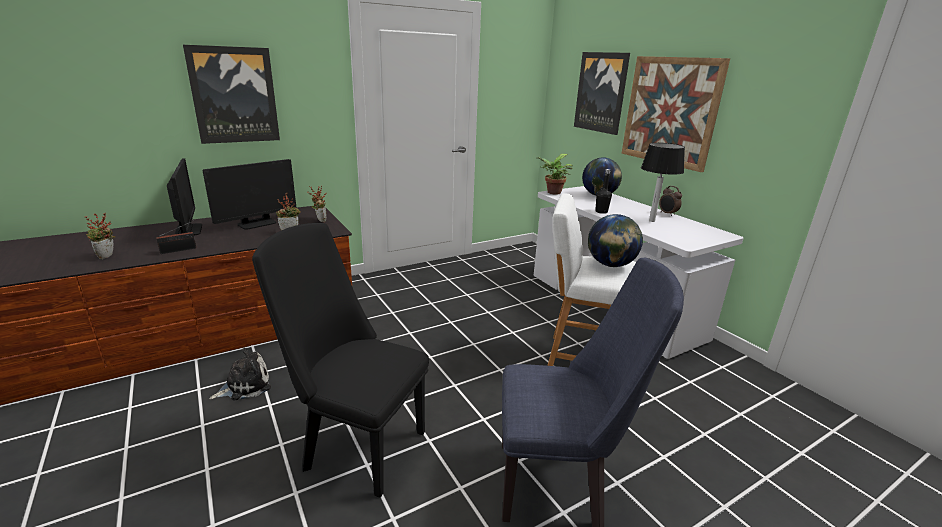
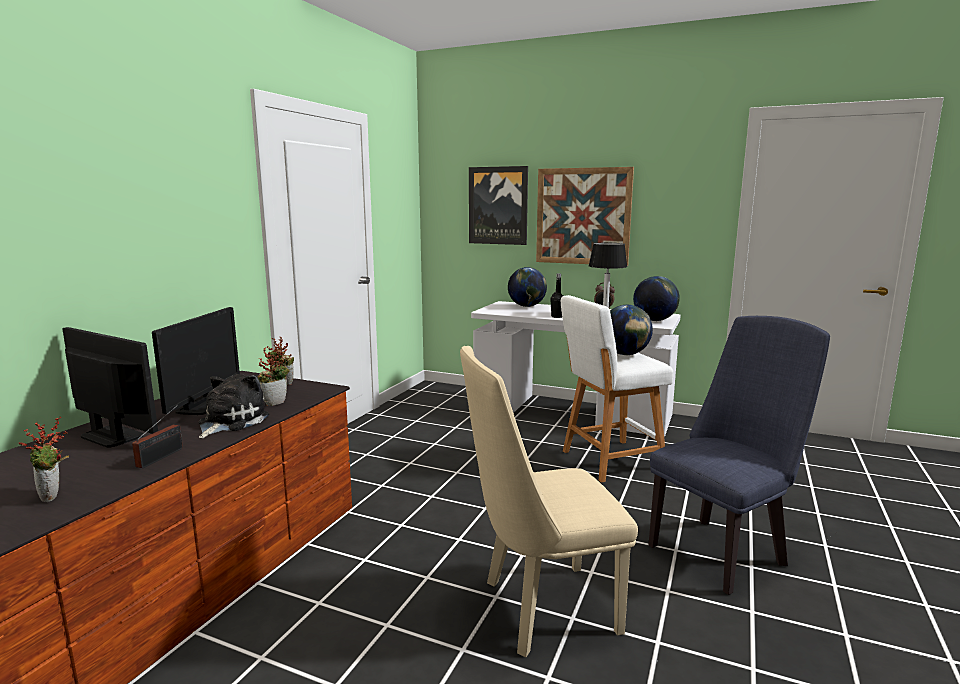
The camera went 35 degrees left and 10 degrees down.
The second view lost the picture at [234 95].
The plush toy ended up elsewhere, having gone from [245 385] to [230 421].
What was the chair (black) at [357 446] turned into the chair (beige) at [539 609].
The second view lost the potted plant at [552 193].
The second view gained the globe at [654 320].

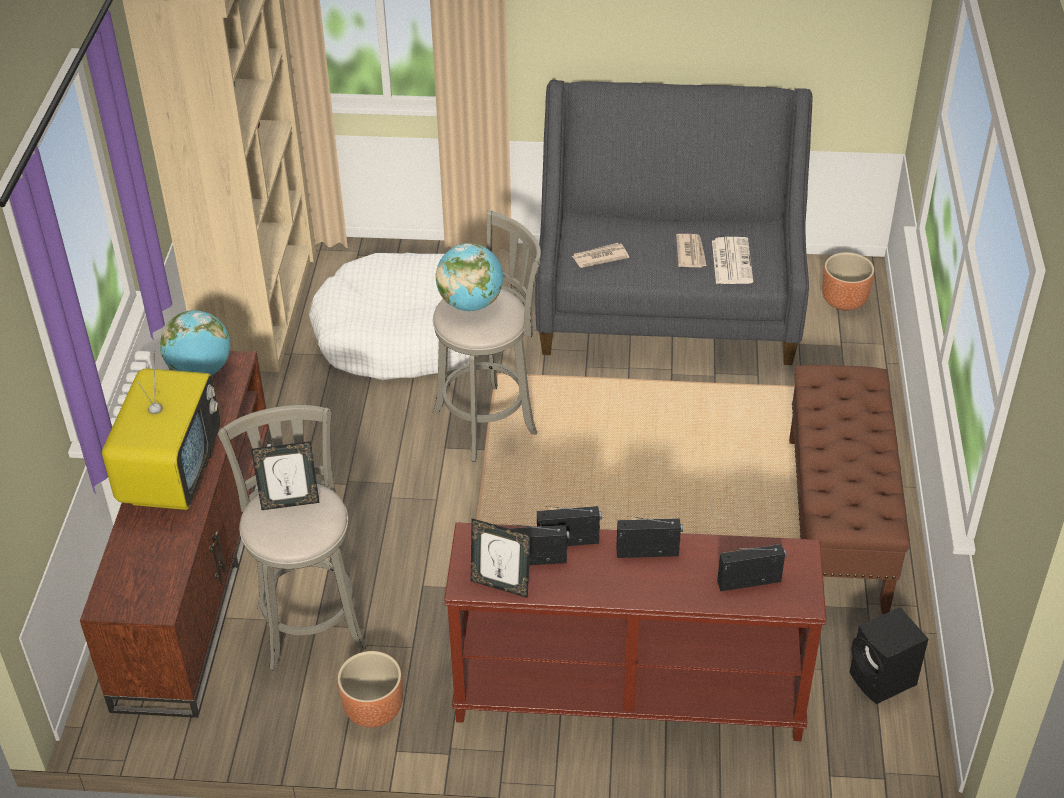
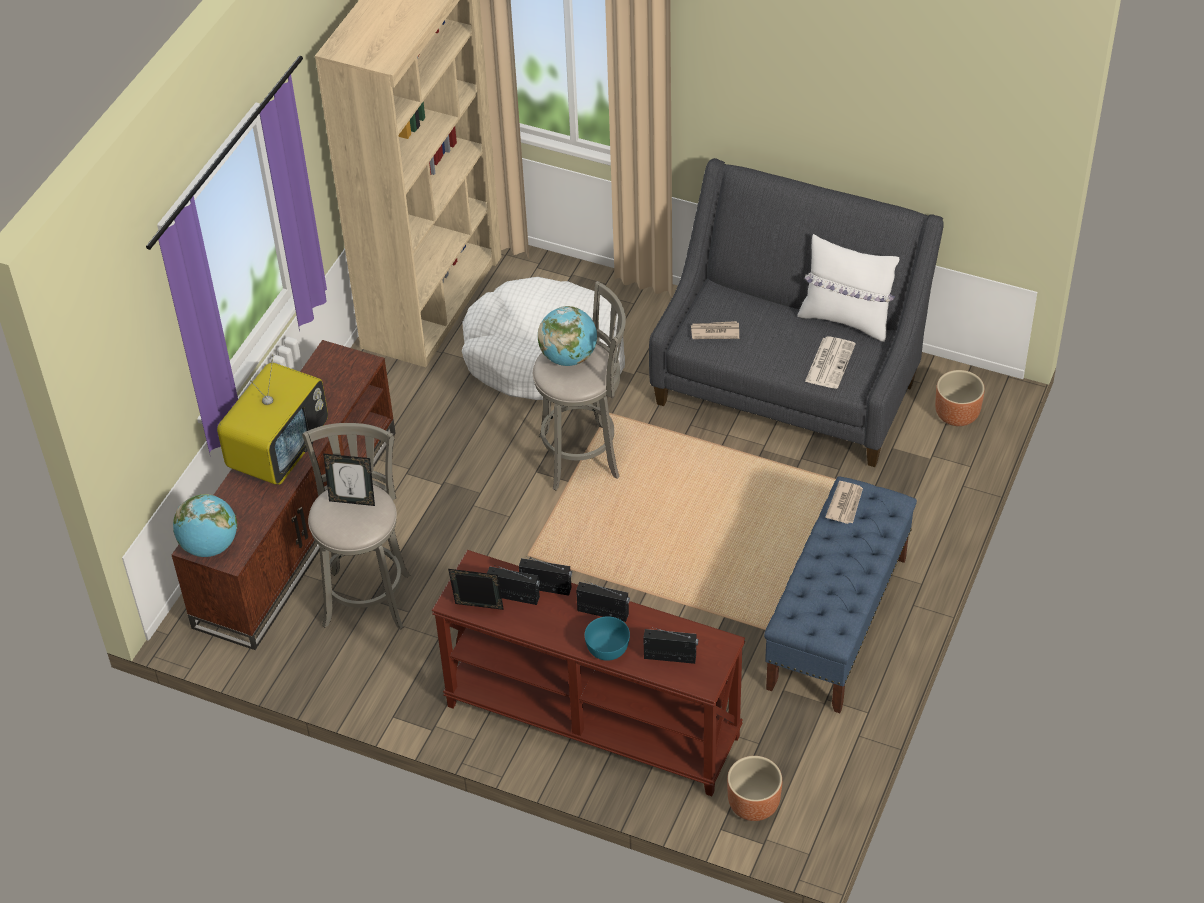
The camera went 20 degrees right and 5 degrees up.
The globe ended up elsewhere, having gone from [201 371] to [210 546].
The planter (brown) ended up elsewhere, having gone from [373 709] to [753 804].
The picture frame at [500 585] ended up facing another way, 150 degrees clockwise from before.
The newspaper ended up elsewhere, having gone from [690 252] to [845 504].
What was the bench (brown) at [836 523] turned into the bench (blue) at [837 623].
The second view lost the speaker (black) at [883 680].
The second view gained the bowl (turquoise) at [607 648].
The second view gained the pillow (white) at [846 320].

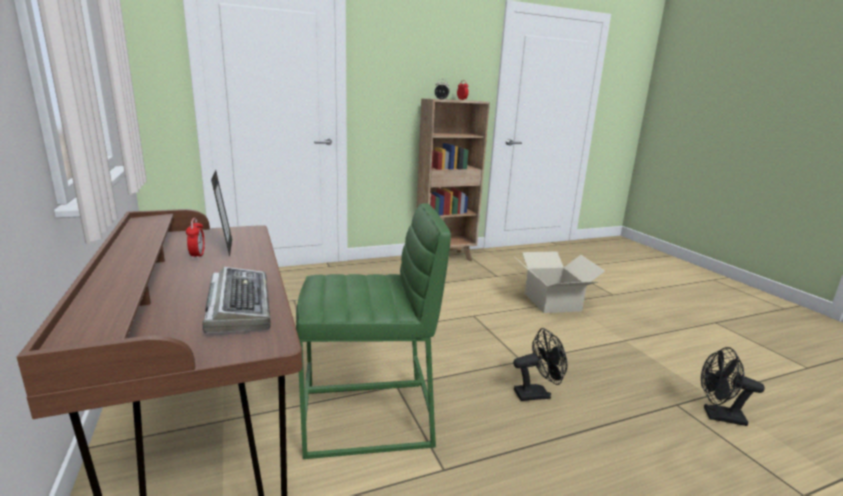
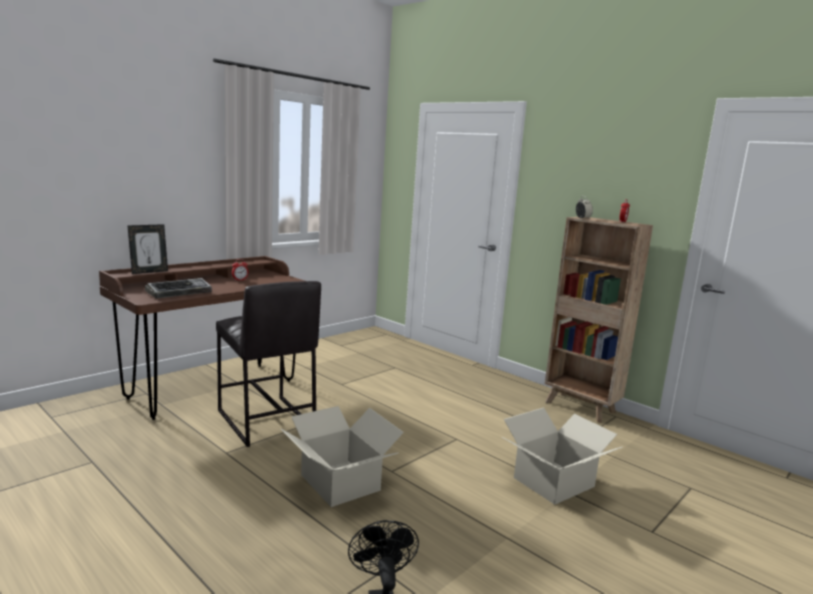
The camera went 65 degrees right and 5 degrees down.
The picture frame ended up elsewhere, having gone from [226 248] to [149 272].
What was the stool (green) at [368 418] turned into the stool (grey) at [265 421].
Where the fan (black) stood at [537 394], the cardboard box came to stand at [340 482].

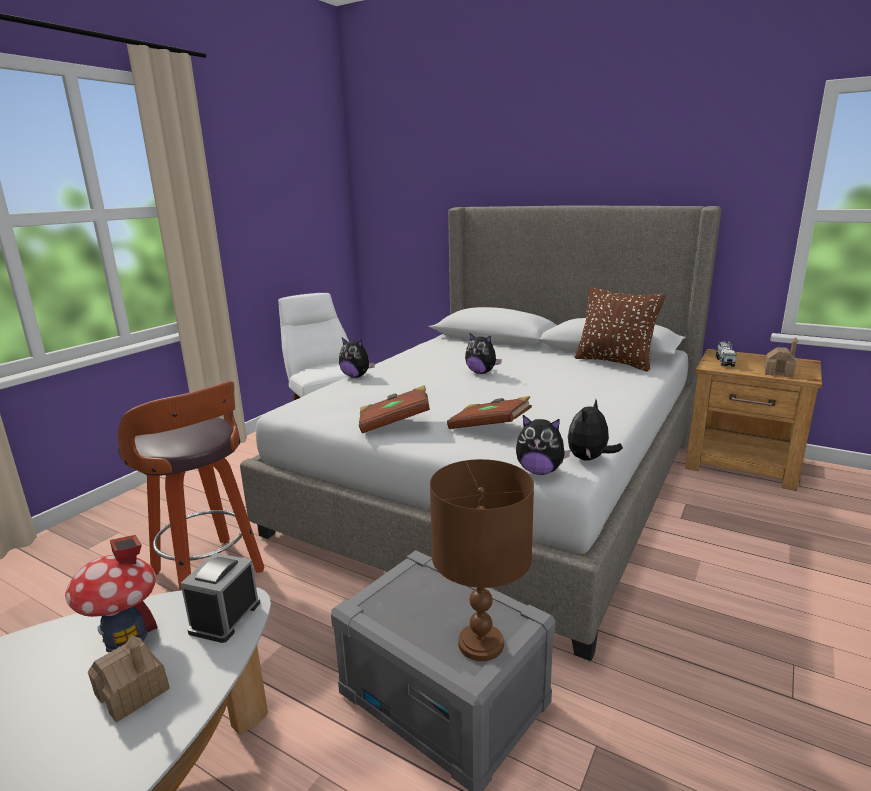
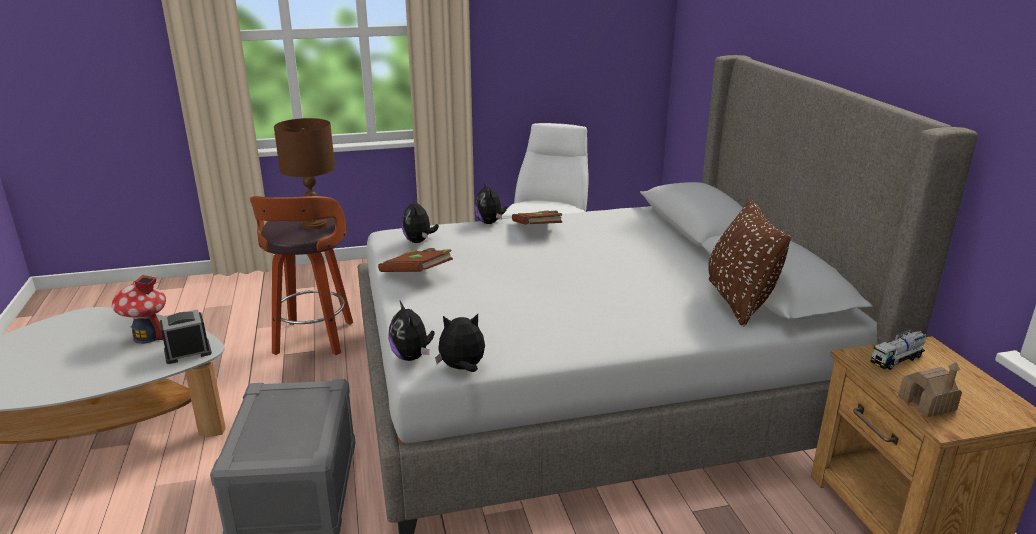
The camera went 45 degrees right and 5 degrees up.
The second view lost the toy house at [132 692].
The table lamp (brown) ended up elsewhere, having gone from [482 643] to [314 224].
The book (brown) ended up elsewhere, having gone from [489 428] to [537 229].
The plush toy ended up elsewhere, having gone from [481 372] to [419 241].

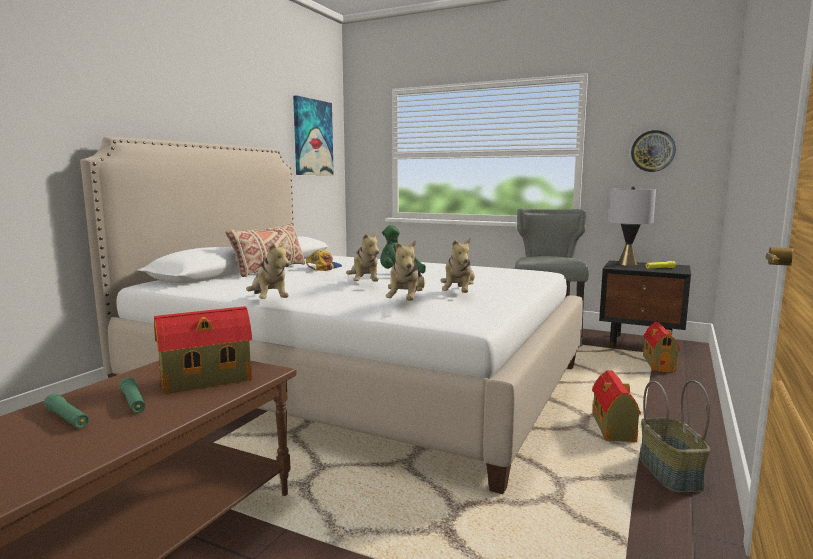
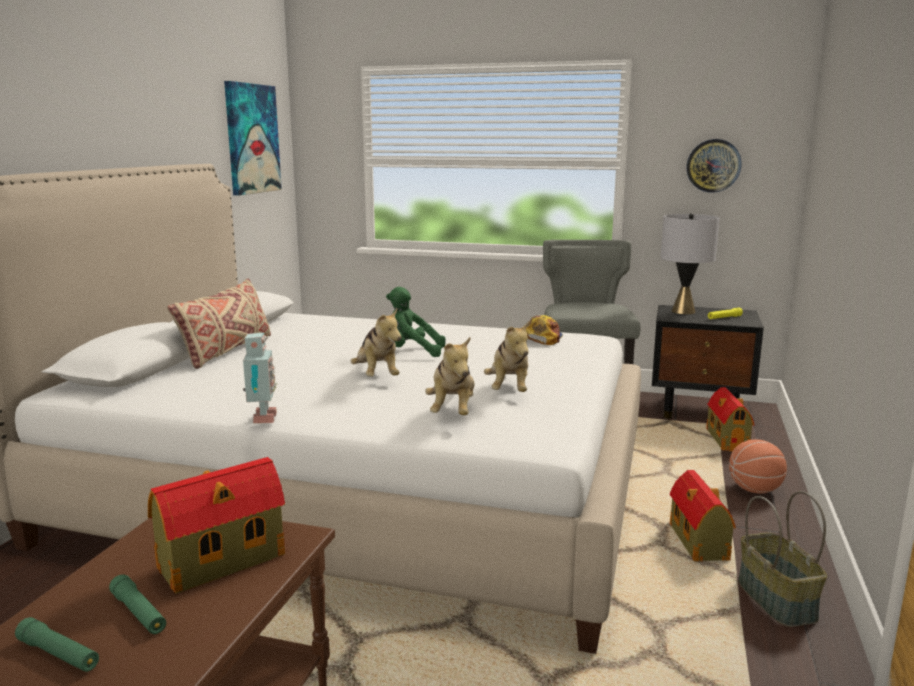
The camera went 10 degrees left and 5 degrees up.
Where the plush toy stood at [269 301], the toy robot came to stand at [262 419].
The cap ended up elsewhere, having gone from [323 268] to [542 338].
The second view gained the basketball at [755 490].

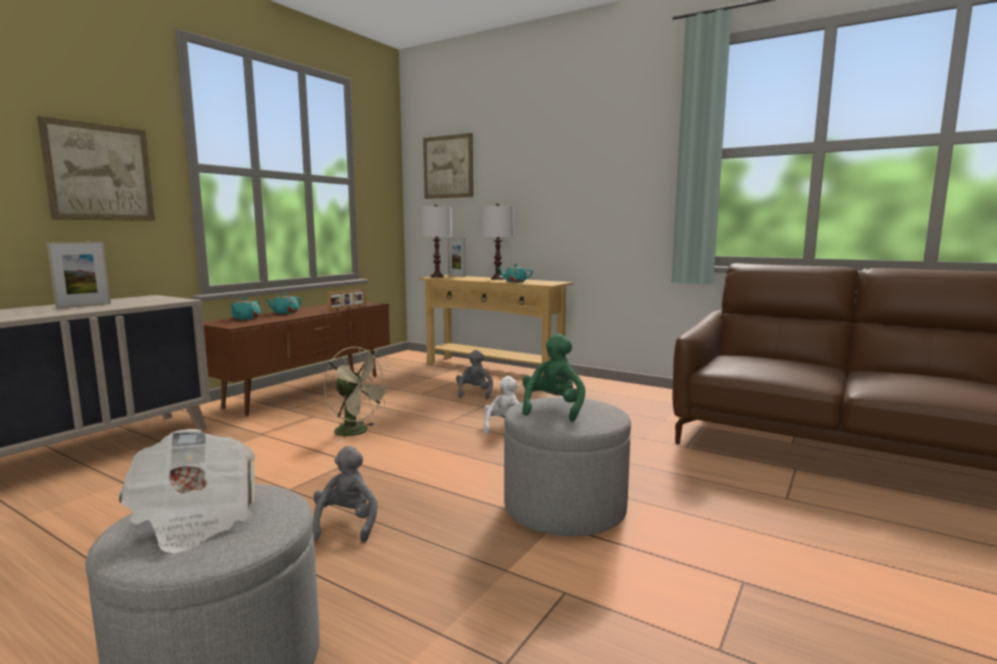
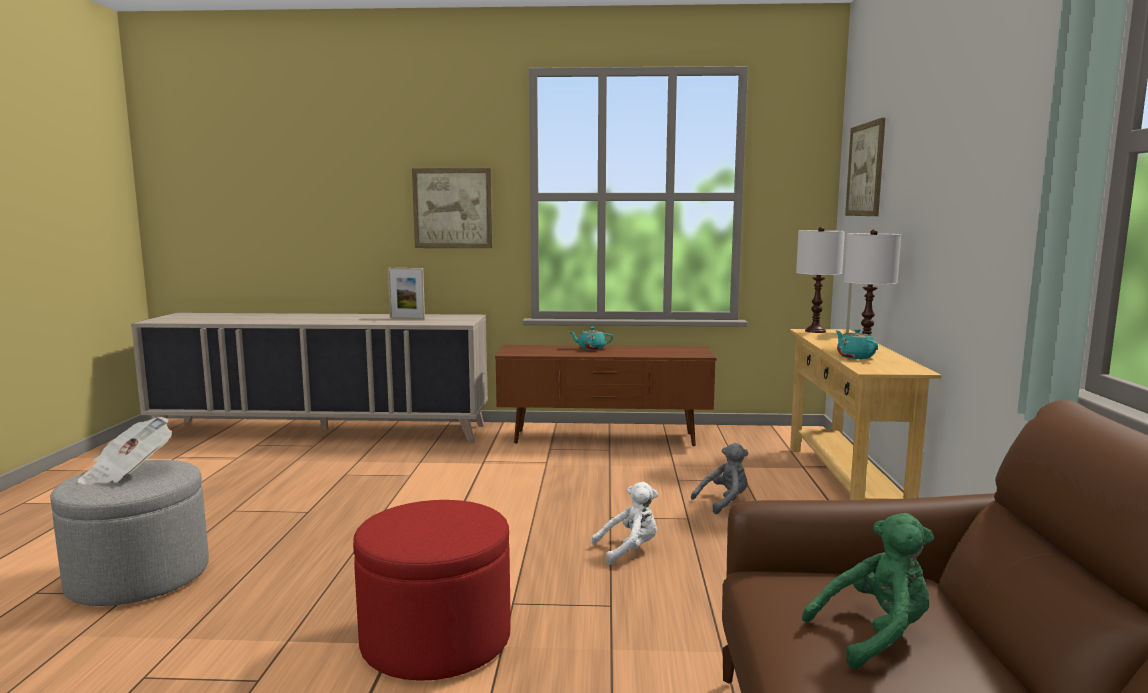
The camera went 60 degrees right and 0 degrees up.
The second view lost the teapot (turquoise) at [245 318].
The second view lost the plush toy (grey) at [346 524].
The second view lost the fan (beige) at [357 432].
The second view lost the picture frame at [348 308].
What was the ottoman (grey) at [564 508] turned into the ottoman (red) at [436 639].
The plush toy (green) ended up elsewhere, having gone from [553 409] to [875 636].

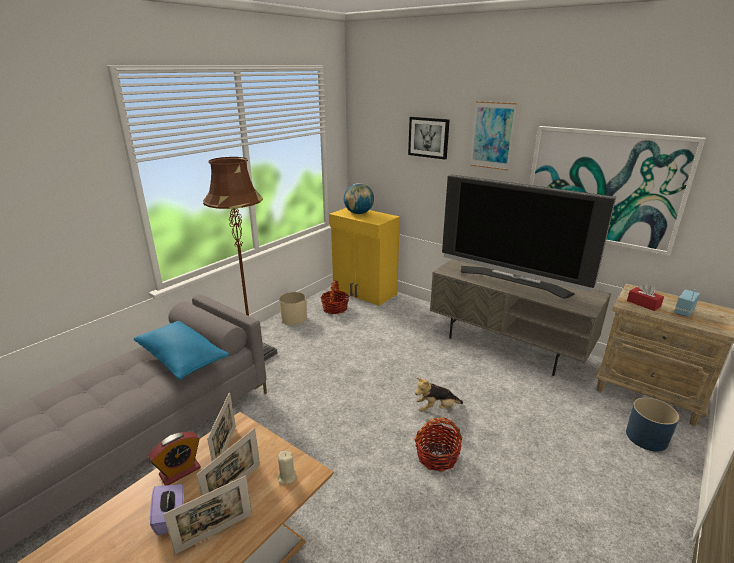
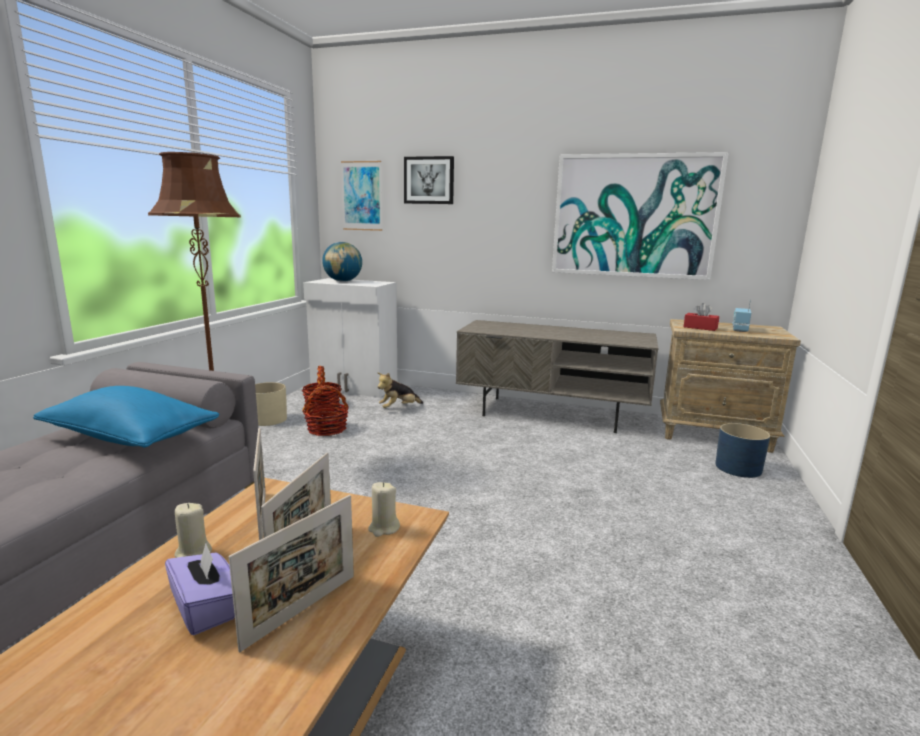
The camera went 20 degrees left and 10 degrees down.
Where the alarm clock stood at [180 471], the candle (beige) came to stand at [193 553].
What was the cabinet (yellow) at [364 292] turned into the cabinet (white) at [354 387].
The basket ended up elsewhere, having gone from [437 456] to [327 429].
The plush toy ended up elsewhere, having gone from [436 408] to [399 408].
The second view lost the television at [513 281].
The picture ended up elsewhere, having gone from [492 135] to [362 196].

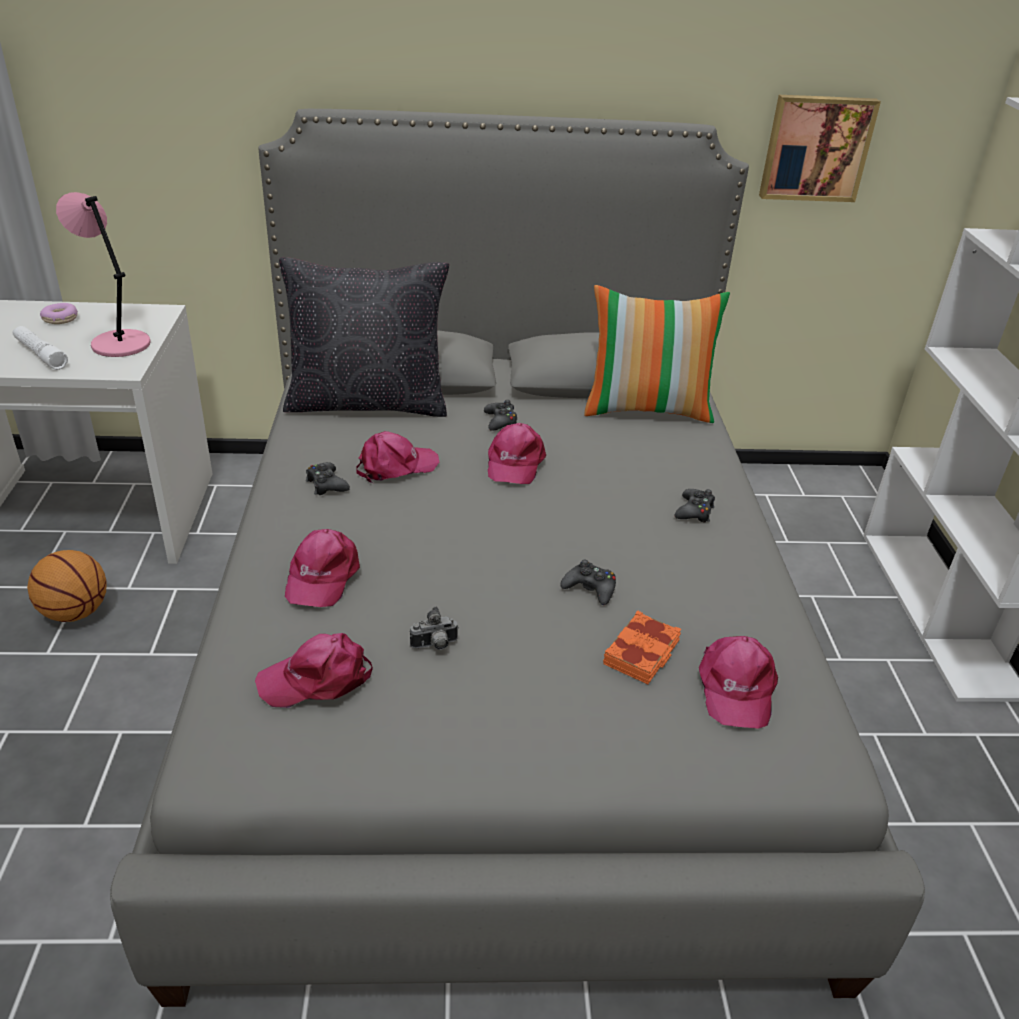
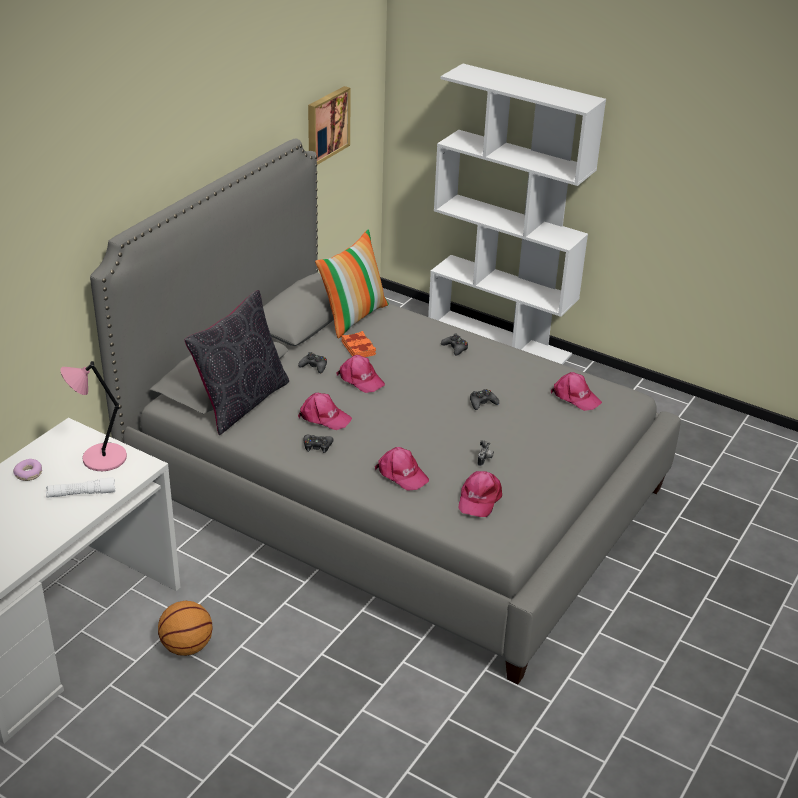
The camera went 55 degrees left and 0 degrees up.
The cap (pink) at [395 466] ended up facing another way, 105 degrees clockwise from before.
The book (orange) ended up elsewhere, having gone from [642 653] to [359 348].

